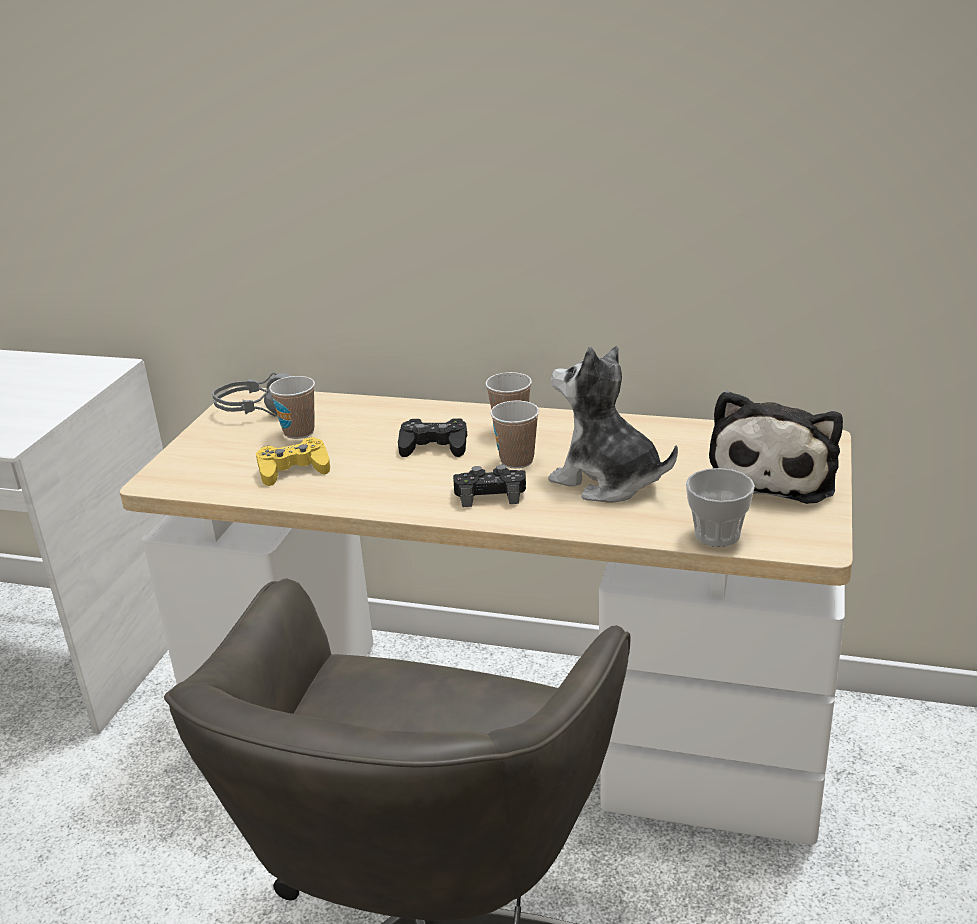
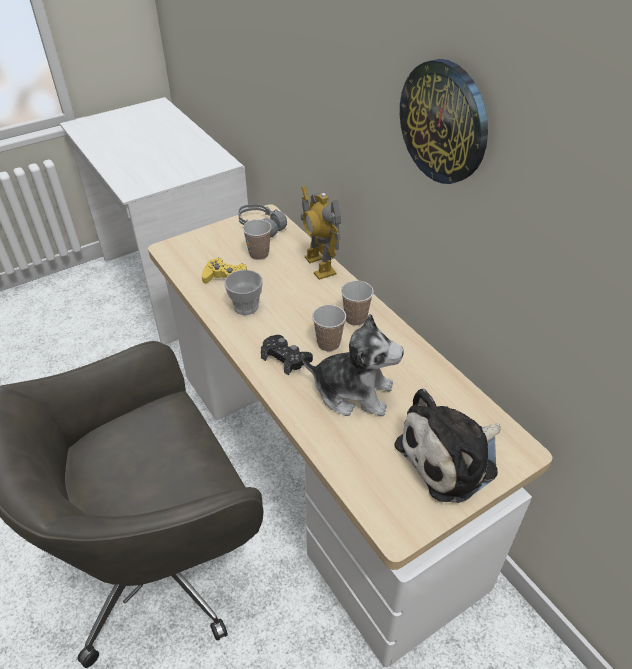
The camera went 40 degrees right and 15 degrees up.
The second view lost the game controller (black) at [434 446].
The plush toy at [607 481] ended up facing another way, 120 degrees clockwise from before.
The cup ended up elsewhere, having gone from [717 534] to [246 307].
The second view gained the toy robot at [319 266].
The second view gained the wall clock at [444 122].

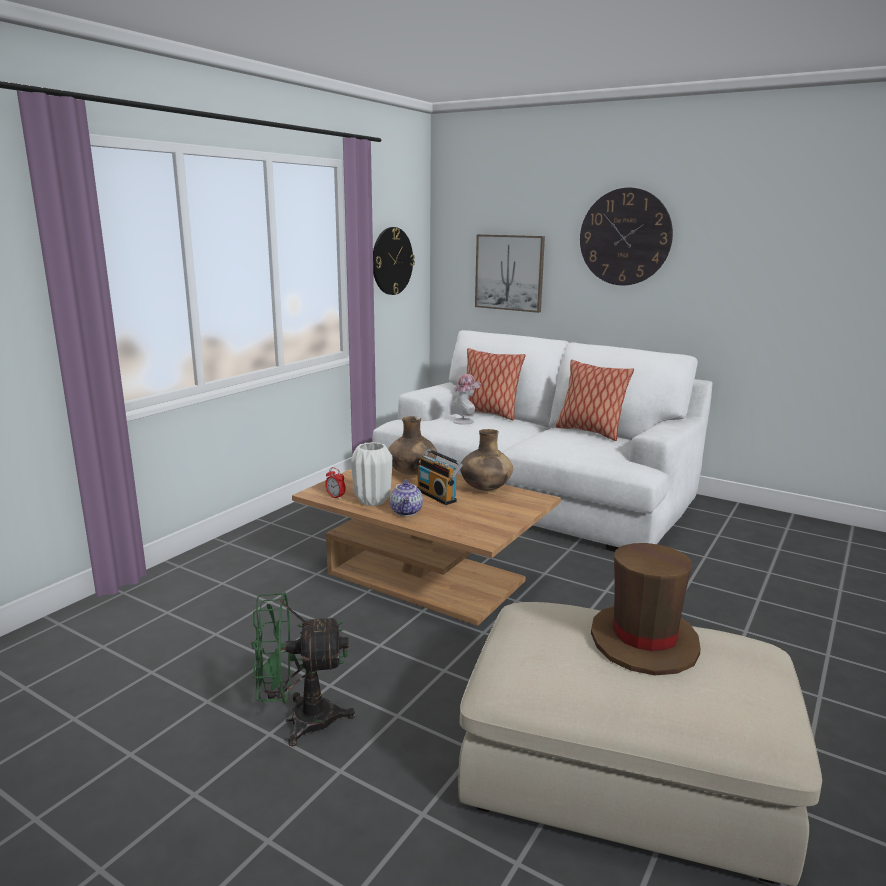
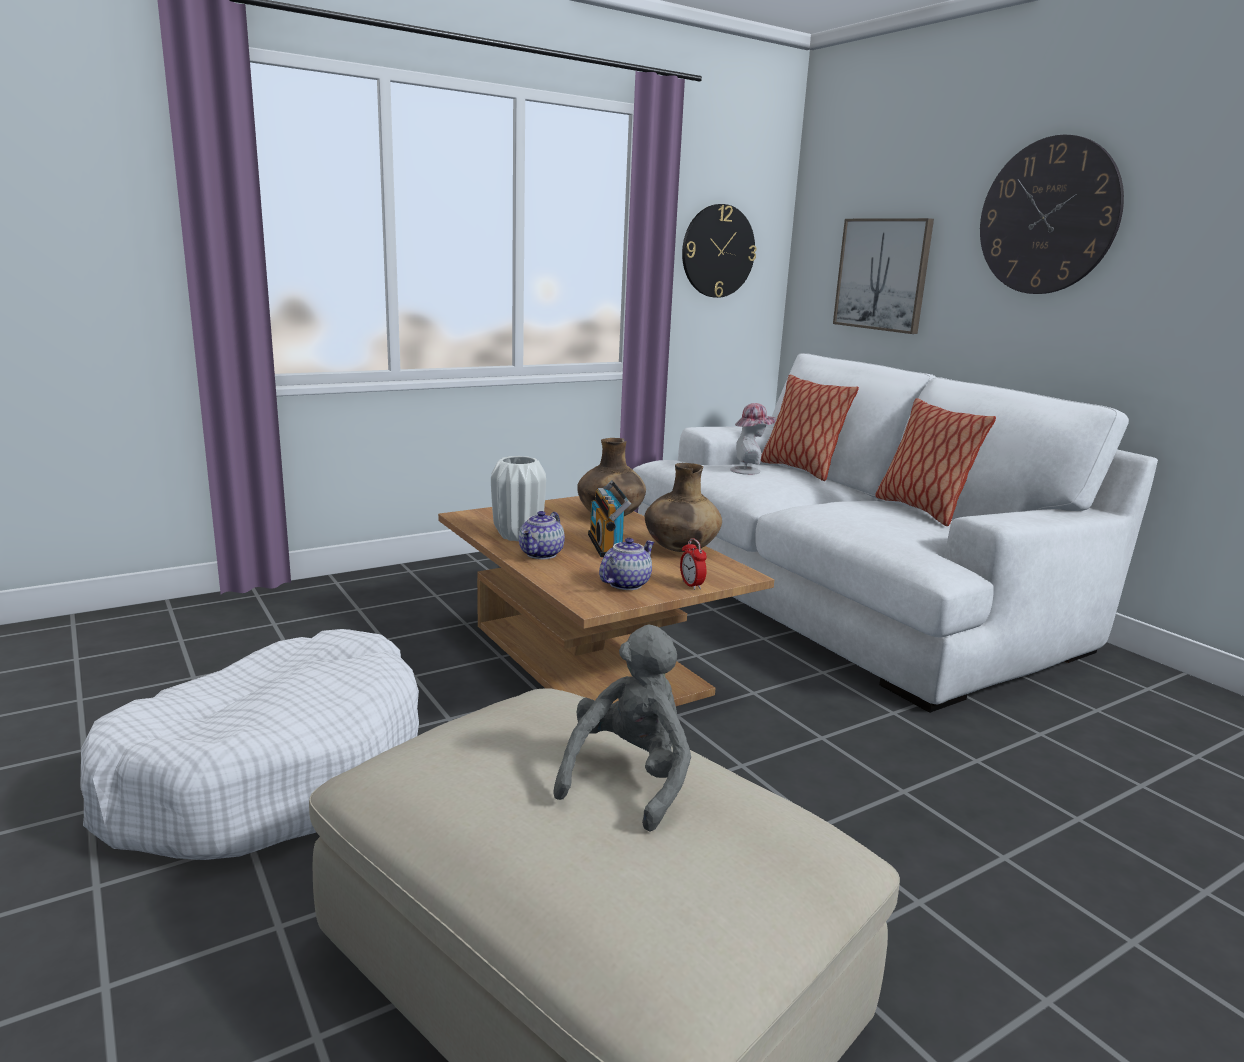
The camera went 25 degrees right and 0 degrees up.
Where the fan (green) stood at [300 720], the dog bed (white) came to stand at [271 772].
The alarm clock ended up elsewhere, having gone from [335 497] to [691 585].
Where the hat (brown) stood at [644 641], the plush toy (grey) came to stand at [629 778].
The second view gained the teapot at [625 584].

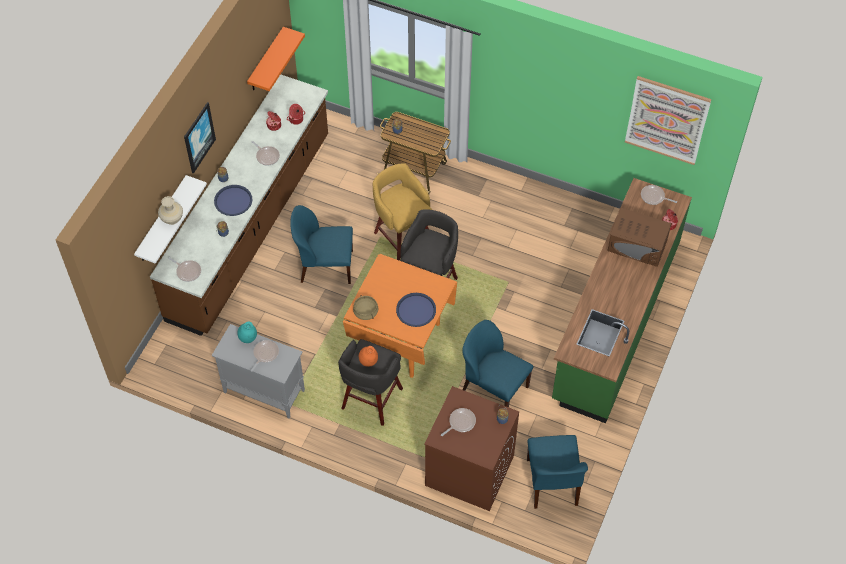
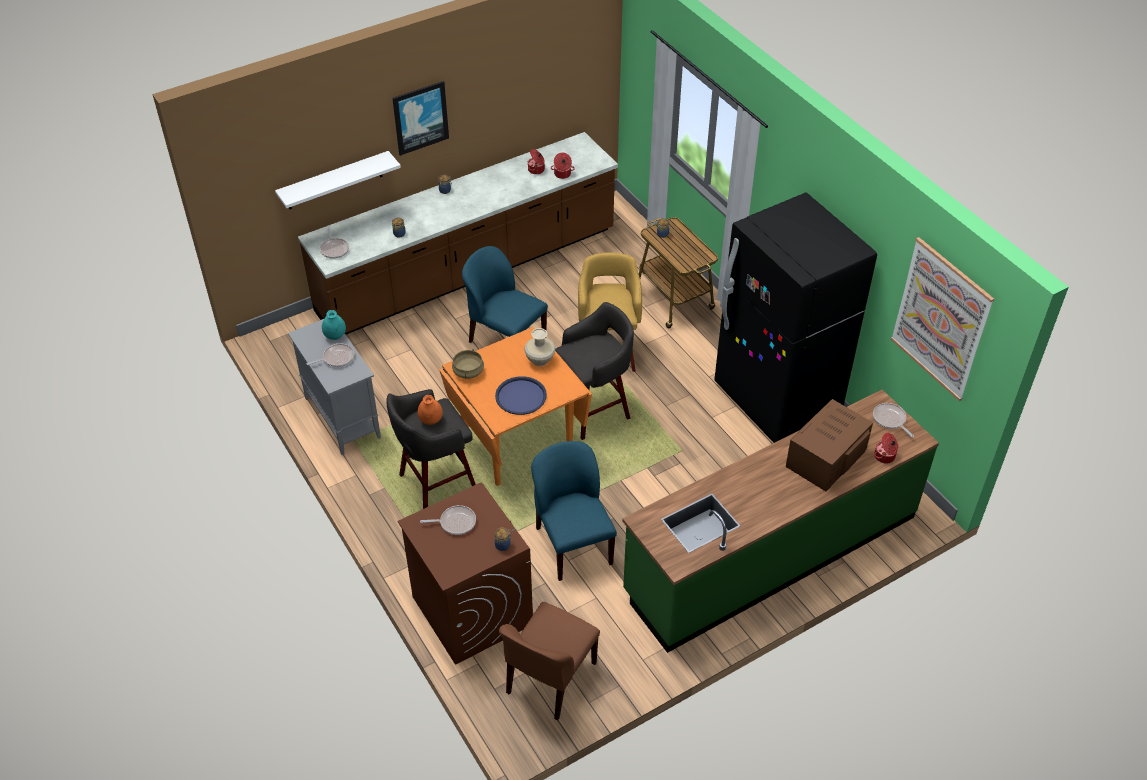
The camera went 35 degrees right and 10 degrees down.
The vase (beige) ended up elsewhere, having gone from [172 219] to [539 360].
The second view lost the tray (blue) at [233 201].
The second view lost the shelf (orange) at [266 60].
The second view lost the frying pan at [267 156].
What was the chair (blue) at [552 483] turned into the chair (brown) at [550 679].
The microwave (brown) at [637 245] ended up facing another way, 75 degrees clockwise from before.
The second view gained the fridge (black) at [777 399].

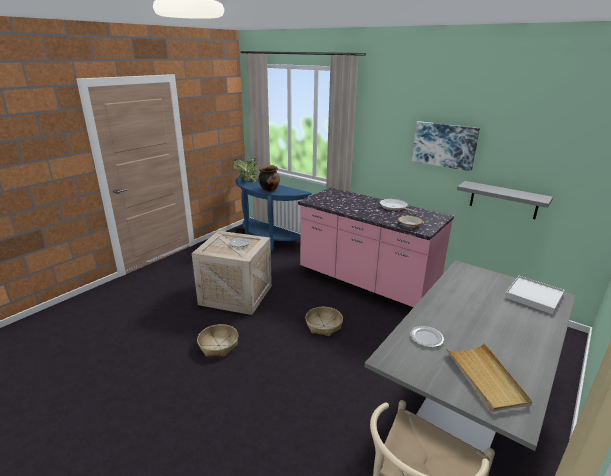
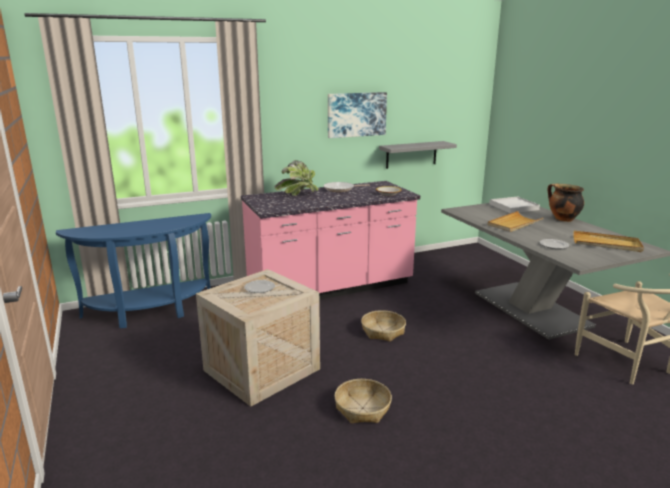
The camera went 60 degrees left and 5 degrees down.
The potted plant ended up elsewhere, having gone from [247 180] to [297 194].
The cooking pot ended up elsewhere, having gone from [269 190] to [562 219].
The second view gained the tray (beige) at [514 224].

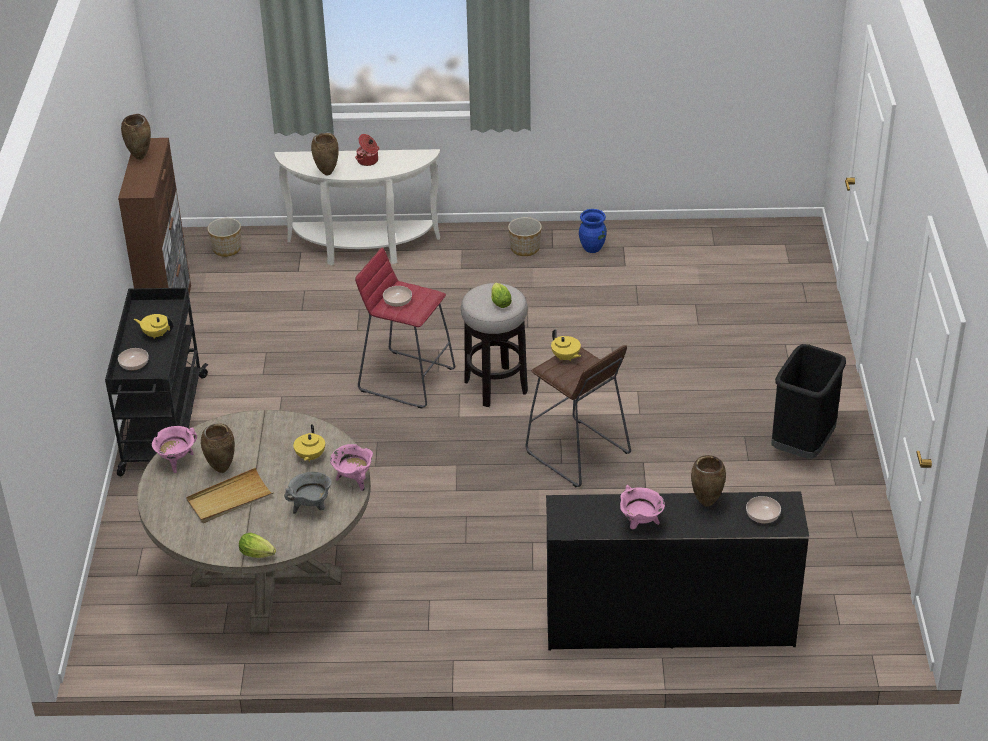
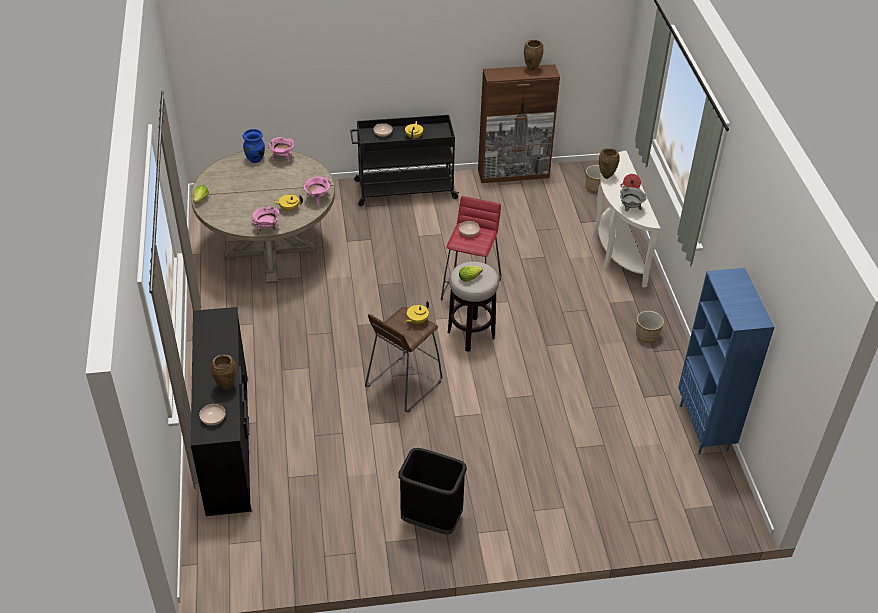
The camera went 80 degrees right and 5 degrees up.
The second view lost the tray (beige) at [229 499].
The second view lost the vase (brown) at [221 469].
The cooking pot (grey) ended up elsewhere, having gone from [311 507] to [630 209].
The vase (blue) ended up elsewhere, having gone from [592 248] to [255 159].
The cooking pot (pink) ended up elsewhere, having gone from [640 524] to [317 199].
The second view gained the bookcase (blue) at [704 428].

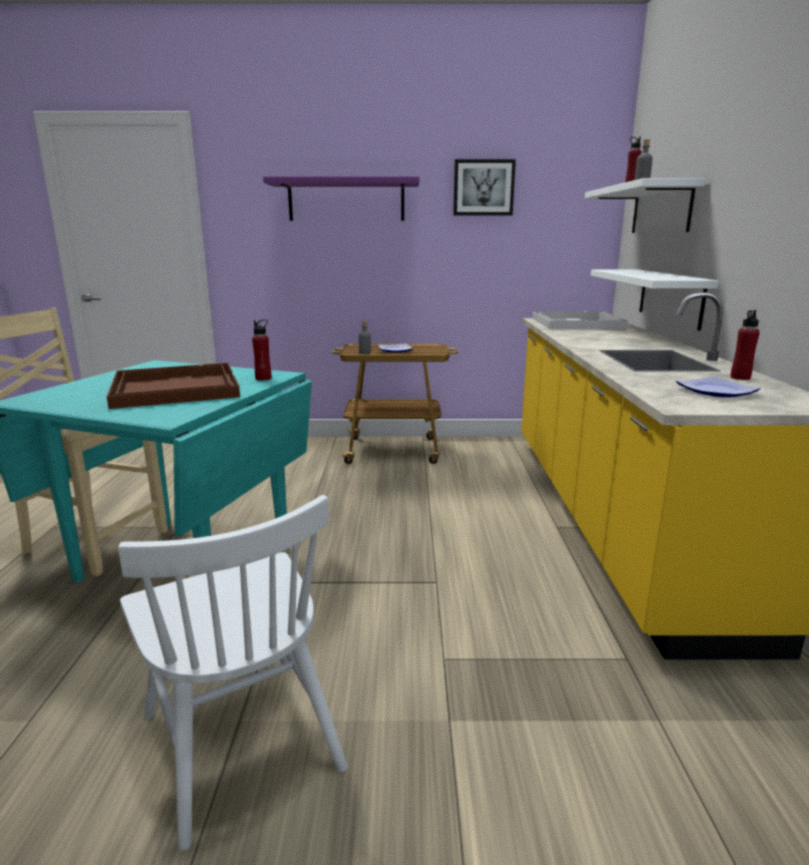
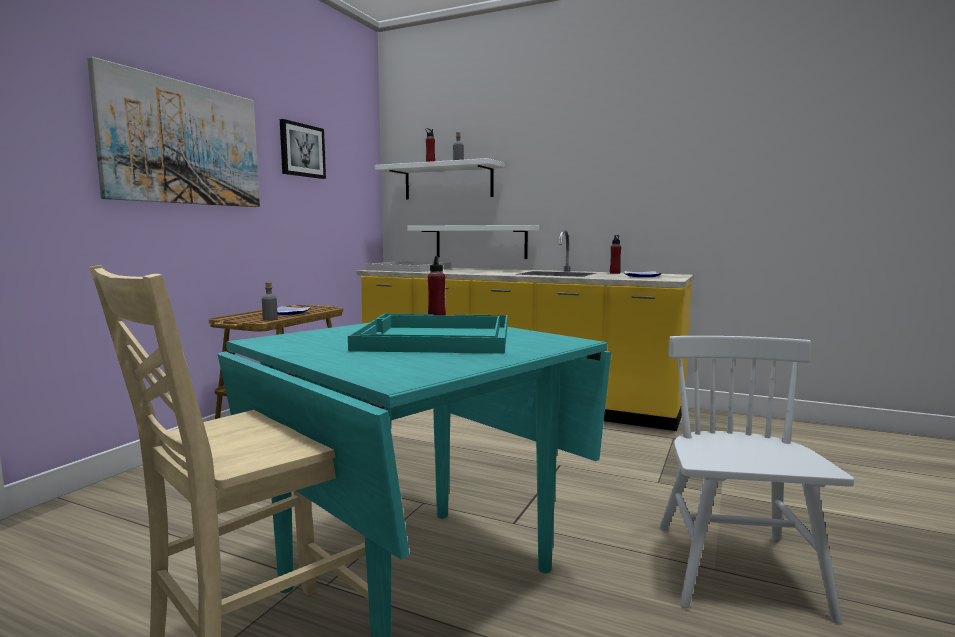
The camera went 65 degrees left and 10 degrees down.
What was the tray (brown) at [174 388] turned into the tray (turquoise) at [434 338].
The chair (white) at [241 739] ended up facing another way, 75 degrees counterclockwise from before.
Where the shelf (purple) hung at [346 201], the picture came to hang at [184 143].

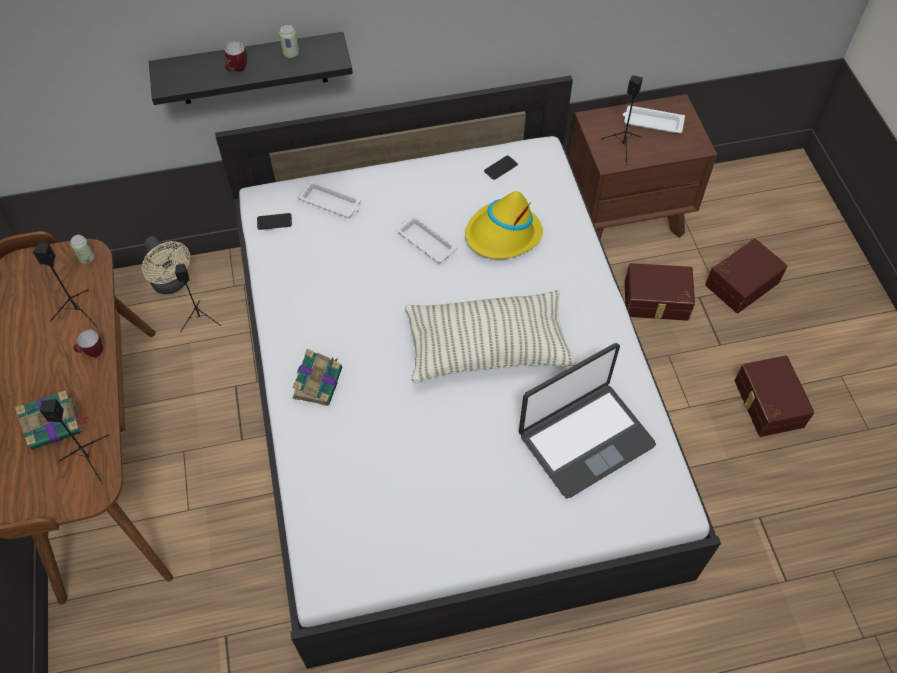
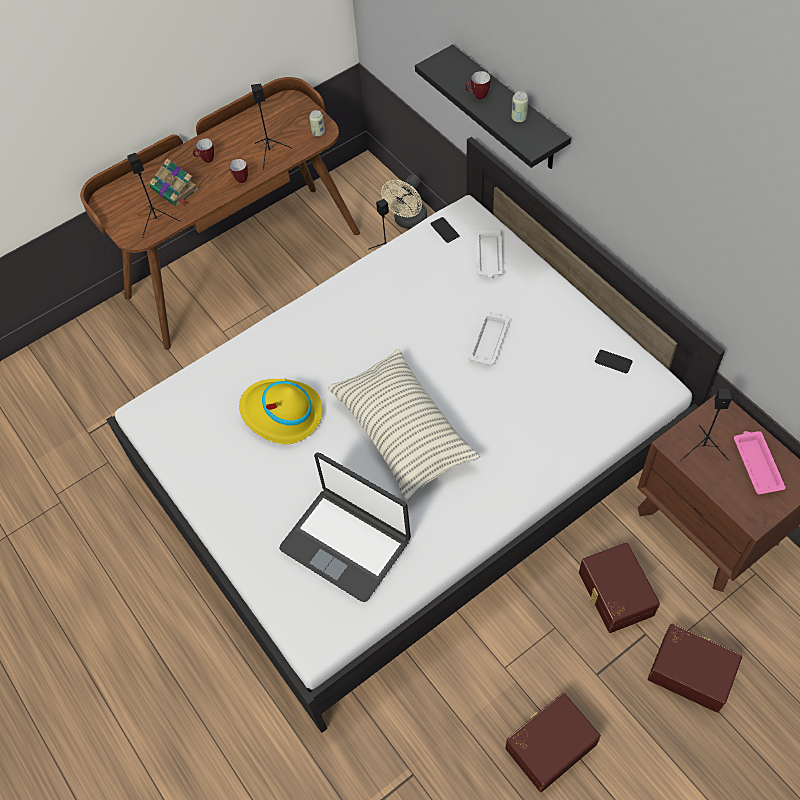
The camera went 70 degrees right and 0 degrees up.
The second view lost the book at [318 382].
The hat (yellow) ended up elsewhere, having gone from [503 235] to [282 414].
What was the tray (white) at [652 123] turned into the tray (pink) at [756 463].
The second view gained the mug at [206 160].

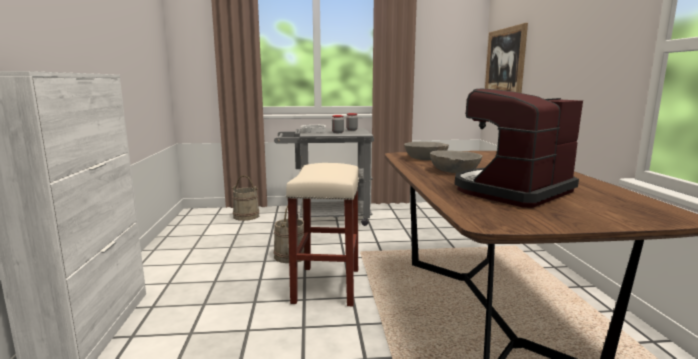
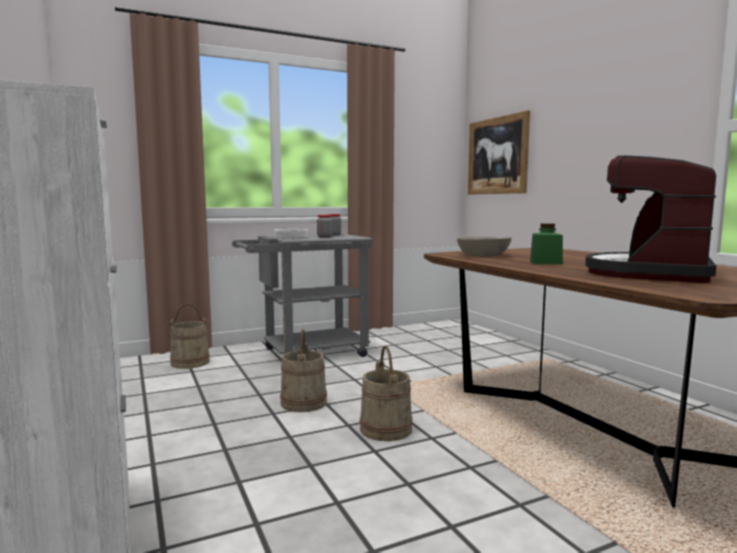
The camera went 20 degrees left and 5 degrees down.
Where the stool (beige) stood at [326 285], the bucket (beige) came to stand at [385 429].
Where the bowl (grey) stood at [455 171], the jar (green) came to stand at [545 263].

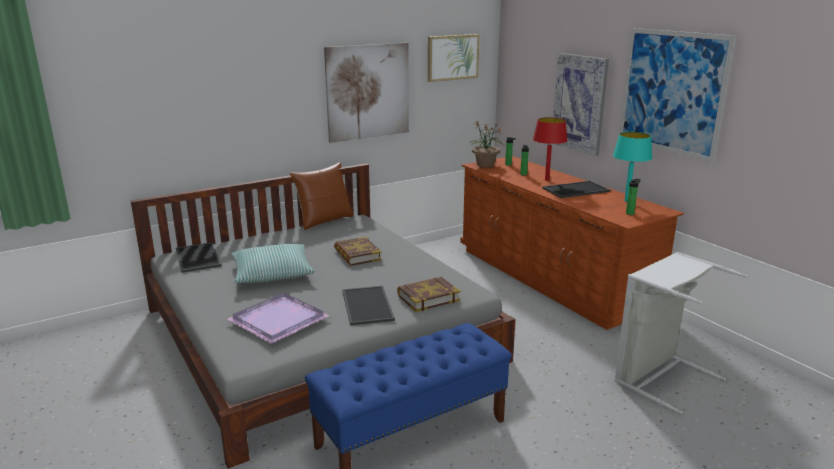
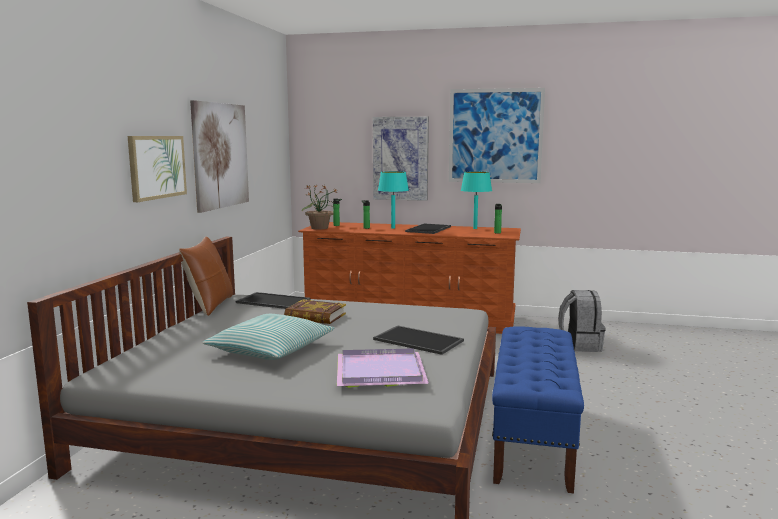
The camera went 45 degrees left and 10 degrees down.
The tray ended up elsewhere, having gone from [196 257] to [272 301].
The second view lost the book at [428 298].
The picture ended up elsewhere, having gone from [452 57] to [157 167].
What was the table lamp (red) at [547 180] turned into the table lamp (turquoise) at [393 228].
Where the laundry basket (grey) stood at [659 376], the backpack (grey) came to stand at [579 345].

